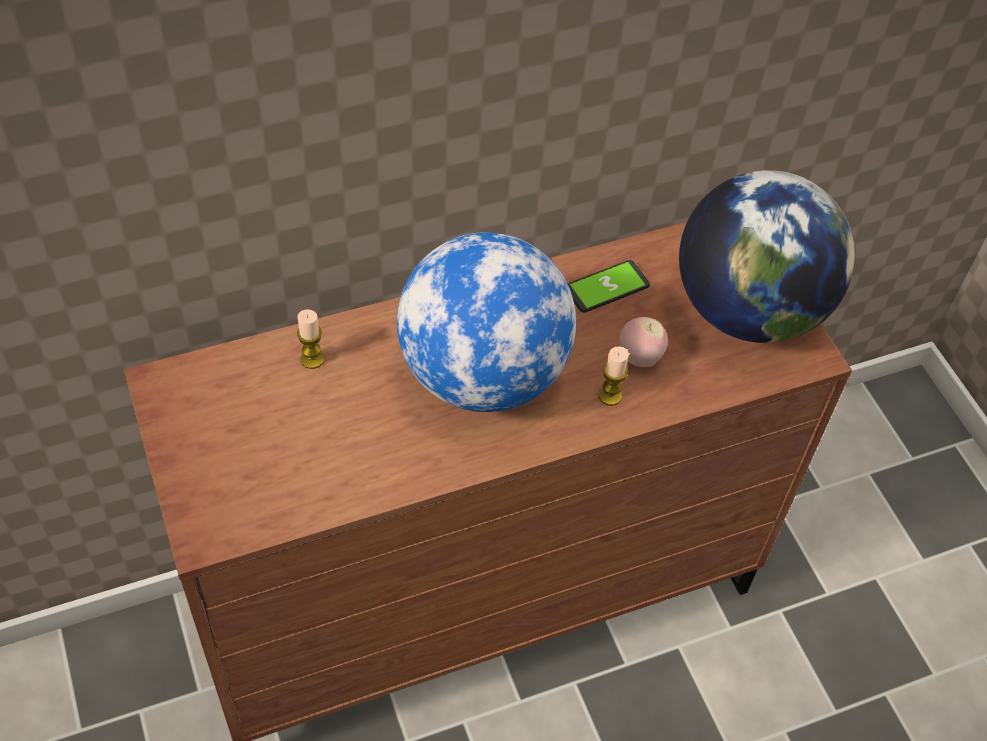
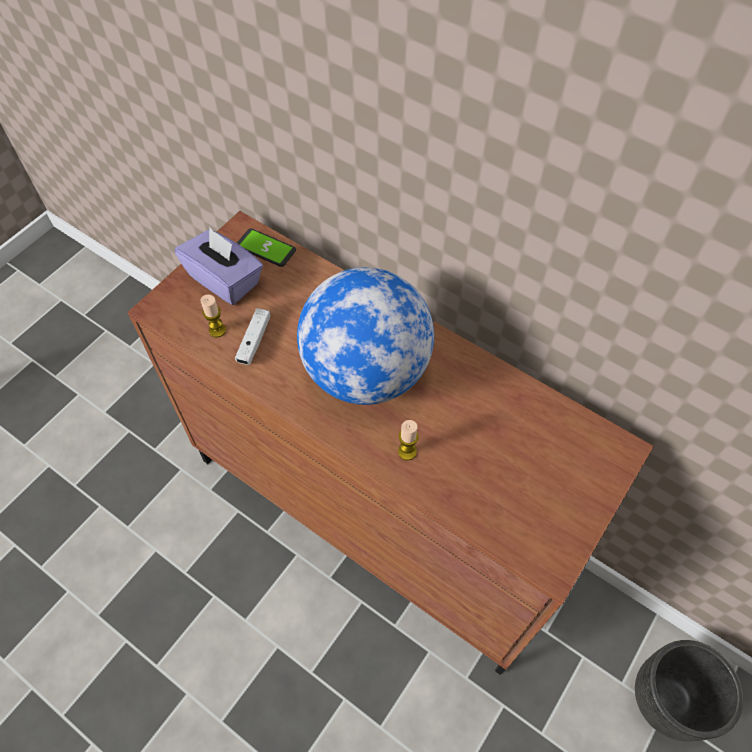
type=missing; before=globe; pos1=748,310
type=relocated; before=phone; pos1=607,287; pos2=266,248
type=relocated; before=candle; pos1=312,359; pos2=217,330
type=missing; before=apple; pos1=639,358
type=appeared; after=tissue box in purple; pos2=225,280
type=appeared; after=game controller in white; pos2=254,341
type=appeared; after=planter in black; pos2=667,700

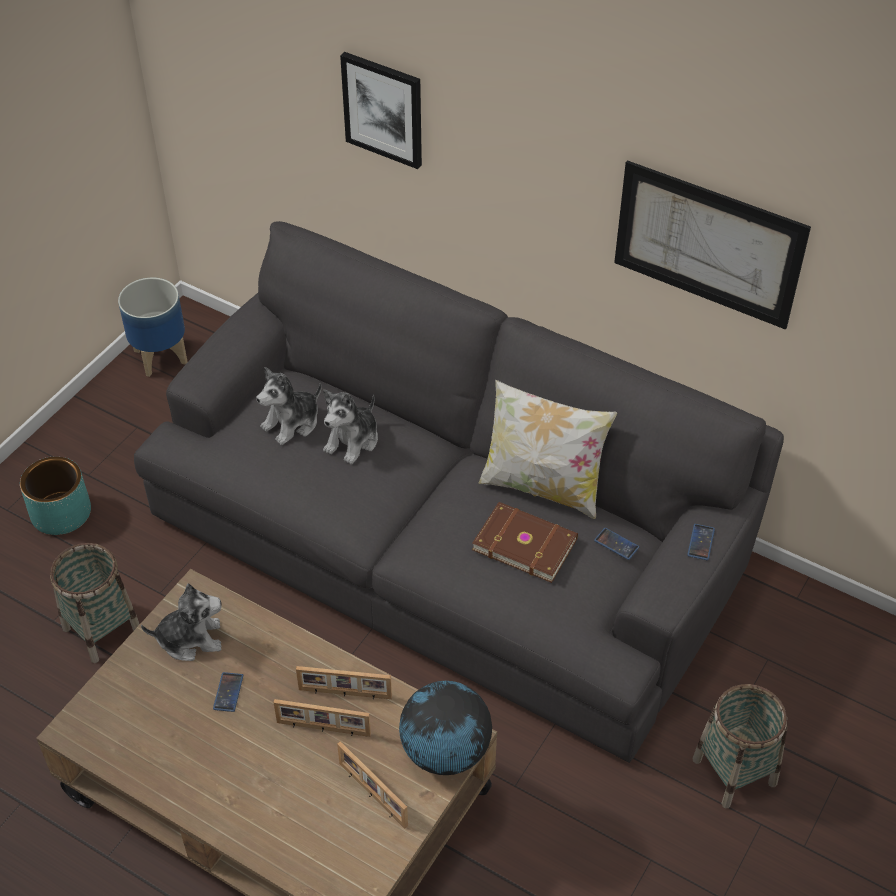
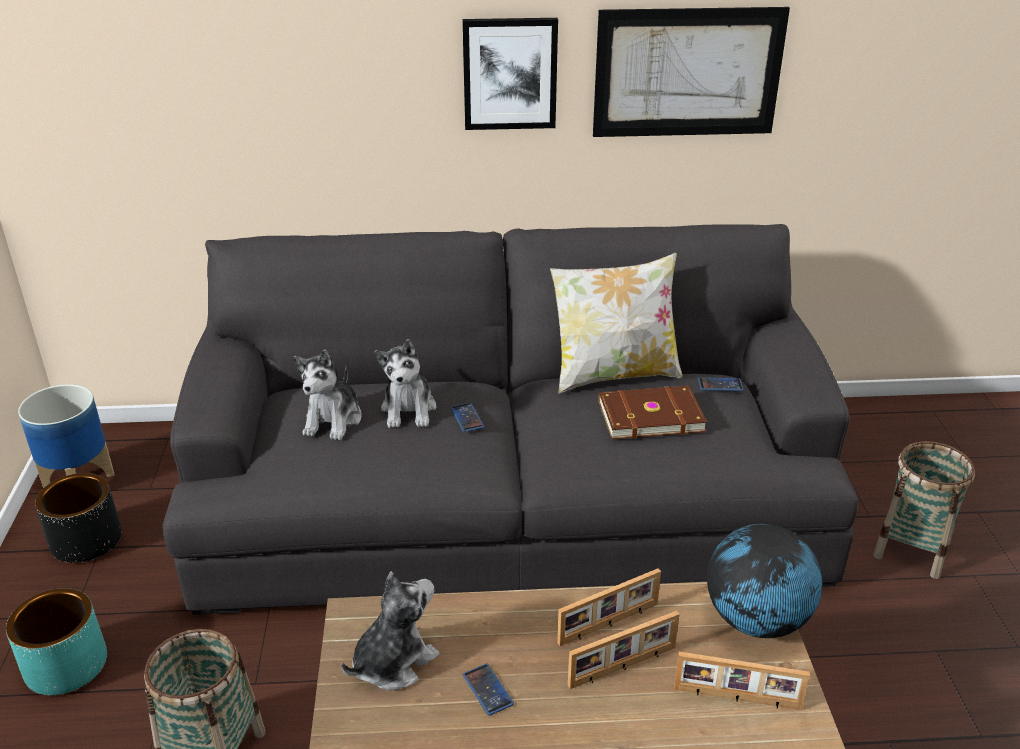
type=relocated; before=picture; pos1=383,109; pos2=510,73
type=relocated; before=phone; pos1=701,542; pos2=467,418
type=appeared; after=planter in black; pos2=87,541

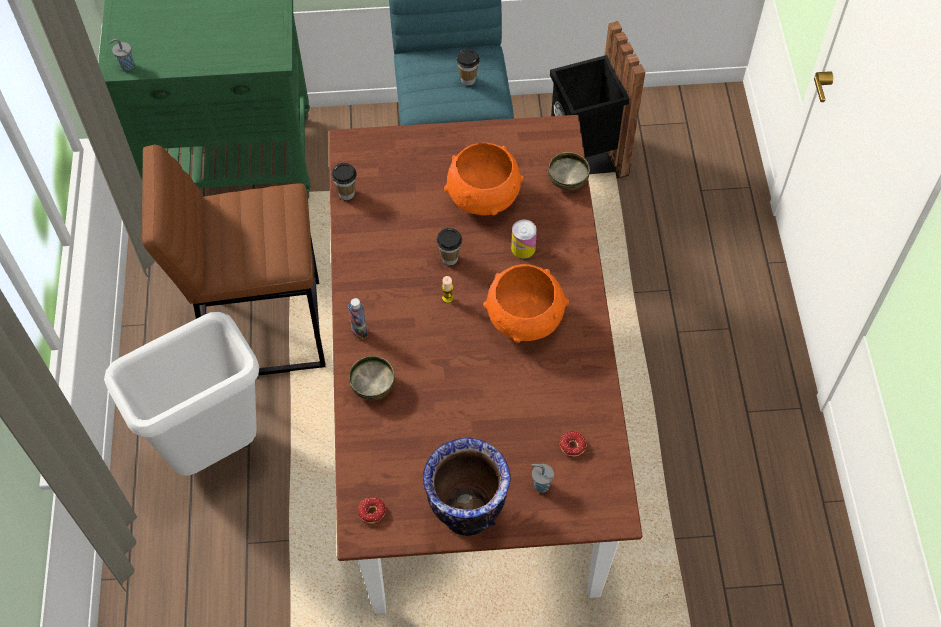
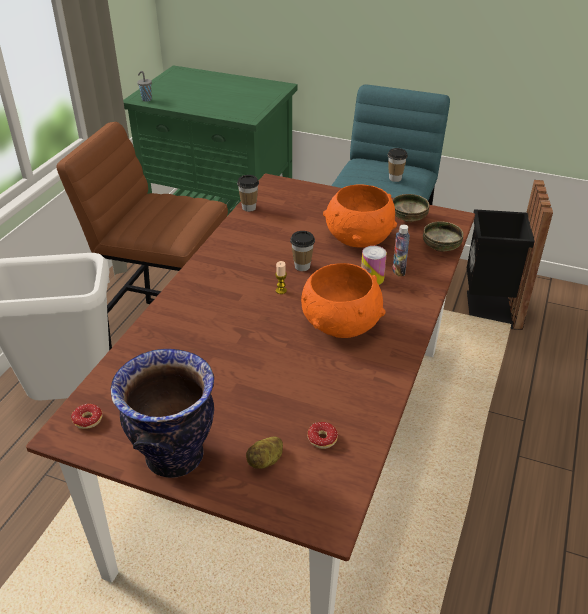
type=relocated; before=bottle; pos1=359,331; pos2=398,271
type=relocated; before=bowl; pos1=373,385; pos2=409,219
type=exchanged; before=cup in grey; after=potato; pos1=540,485; pos2=266,461

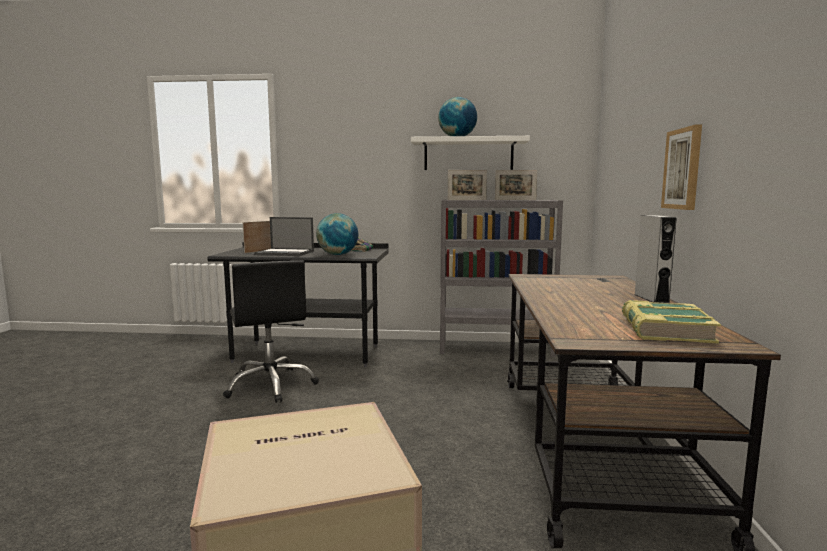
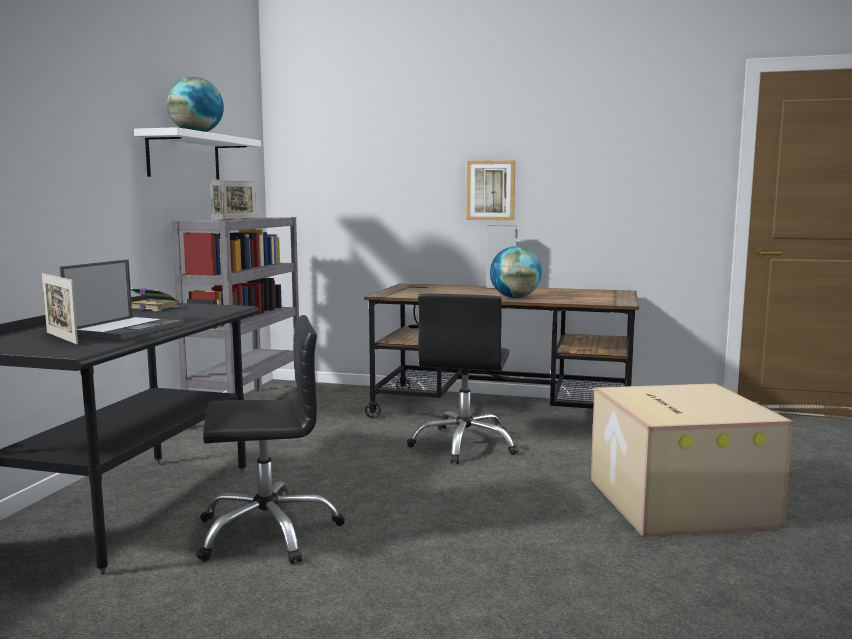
type=relocated; before=globe; pos1=338,254; pos2=515,297
type=missing; before=book; pos1=665,330
type=appeared; after=office chair in black; pos2=464,444

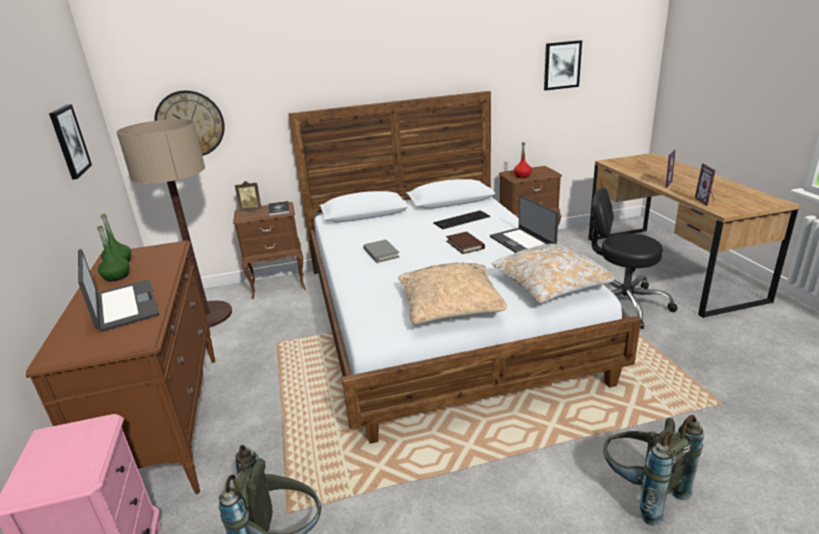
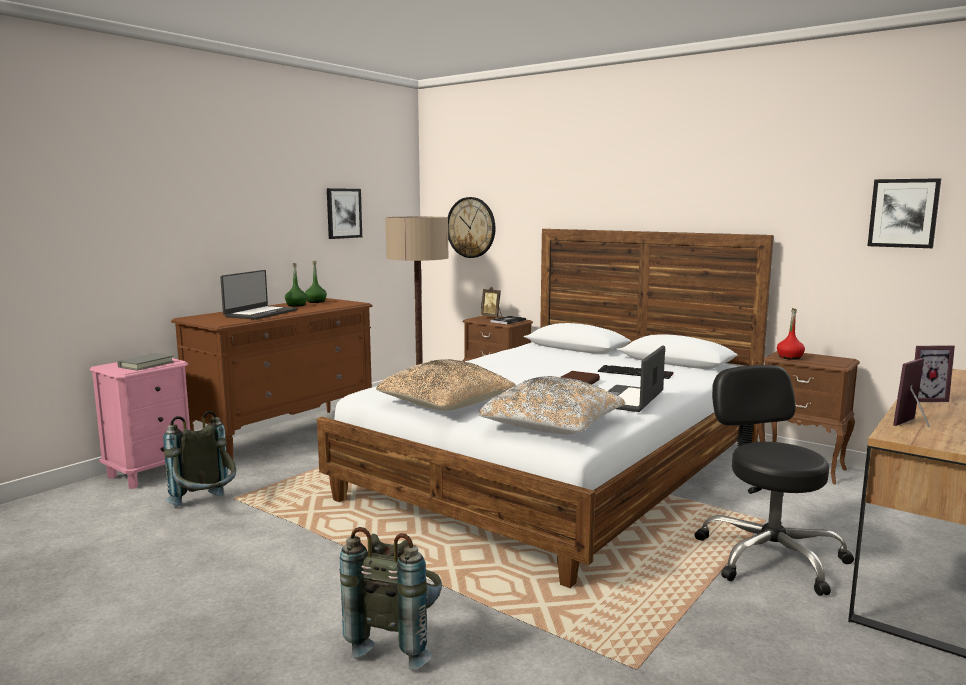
type=relocated; before=book in grey; pos1=381,253; pos2=146,364

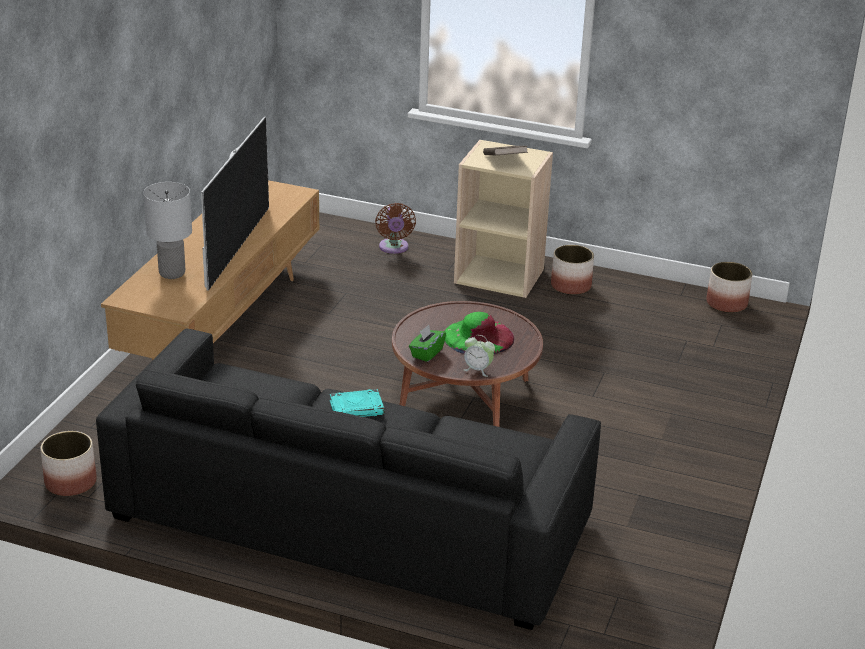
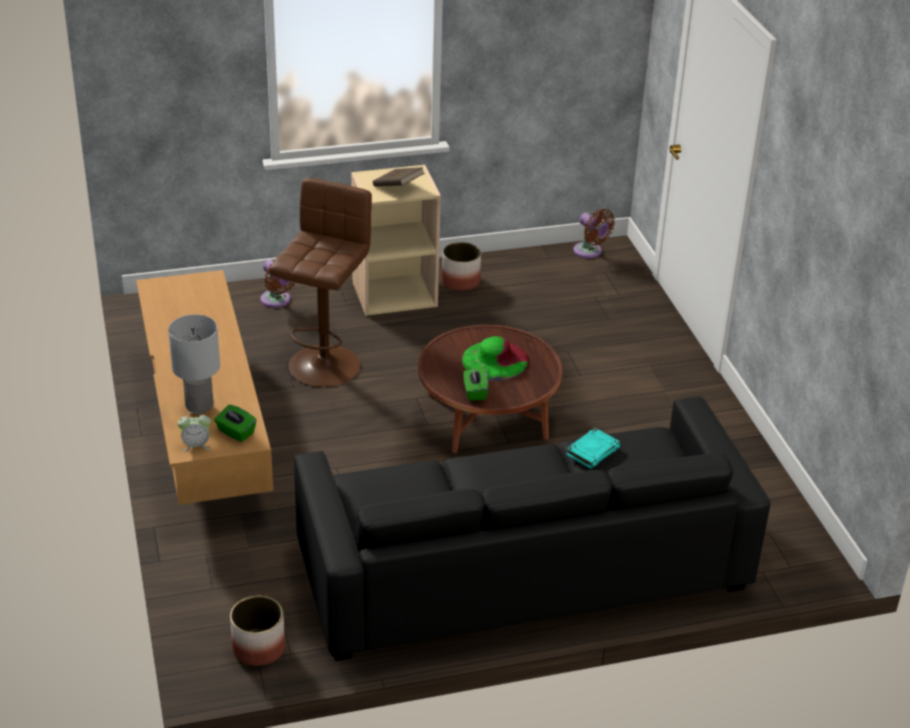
type=missing; before=television; pos1=238,247
type=exchanged; before=planter; after=fan in brown; pos1=727,303; pos2=590,252
type=relocated; before=alarm clock; pos1=478,369; pos2=196,445
type=relocated; before=book in turquoise; pos1=357,408; pos2=593,451
type=appeared; after=stool in brown; pos2=325,365
type=appeared; after=tissue box in green; pos2=235,432

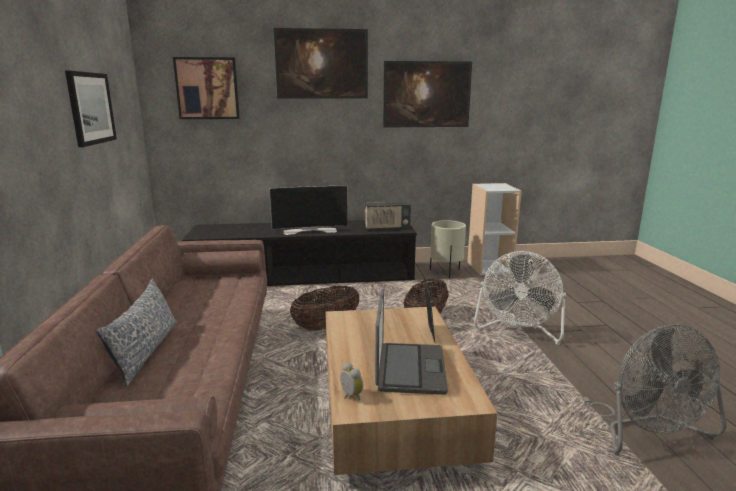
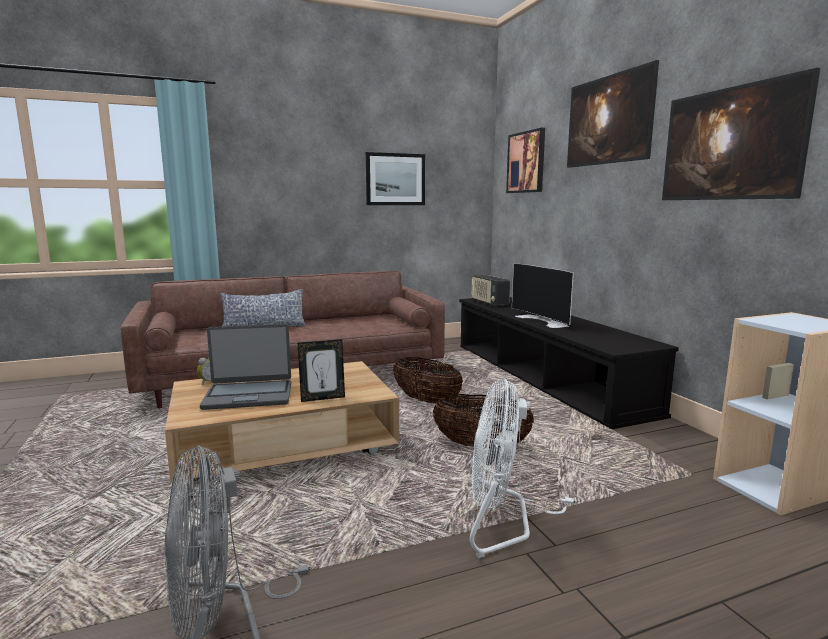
type=relocated; before=radio; pos1=387,228; pos2=489,303
type=missing; before=planter in beige; pos1=446,272

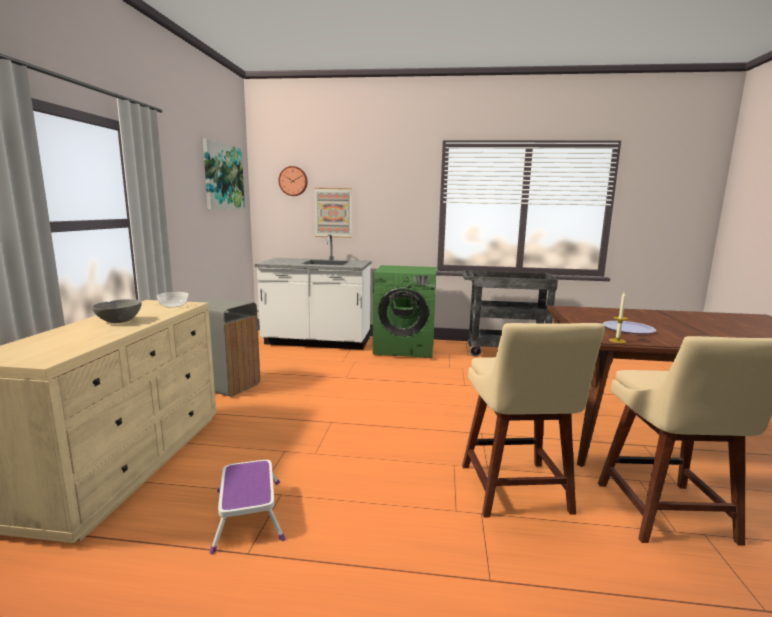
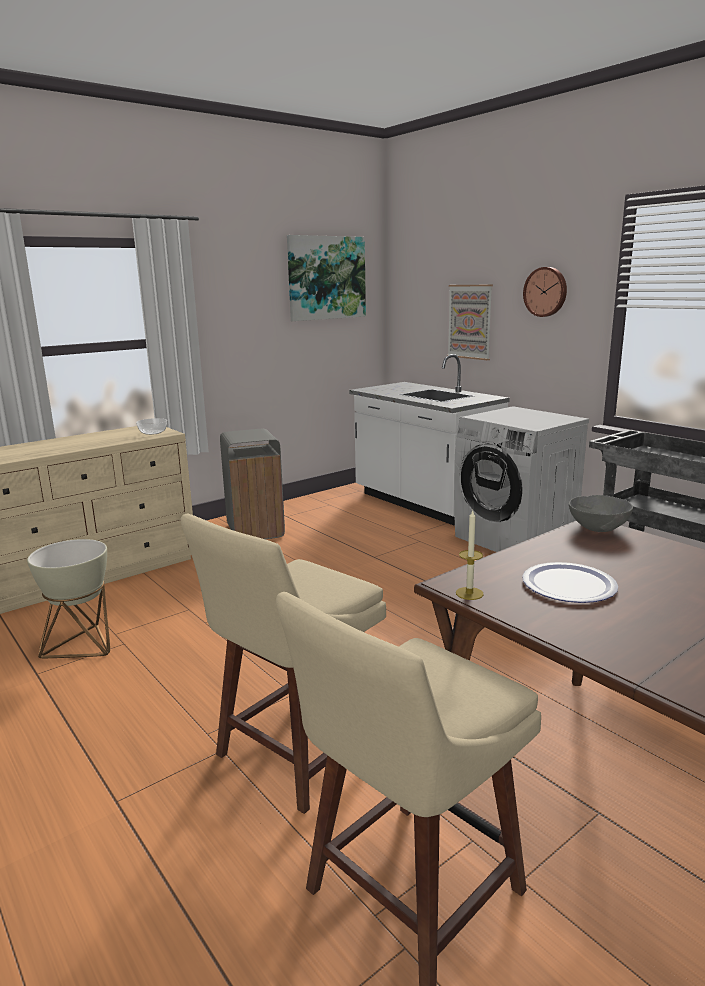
type=relocated; before=wall clock; pos1=293,181; pos2=546,292
type=colour; before=washing machine in green; after=washing machine in white; pos1=404,350; pos2=515,542
type=relocated; before=bowl in grey; pos1=119,321; pos2=597,527
type=exchanged; before=step ladder in purple; after=planter; pos1=248,514; pos2=82,647

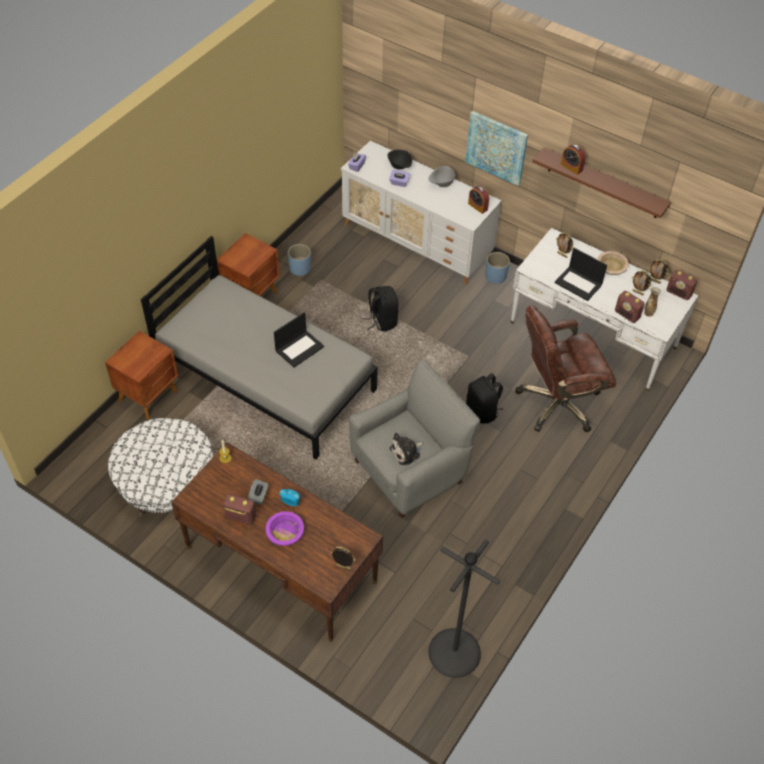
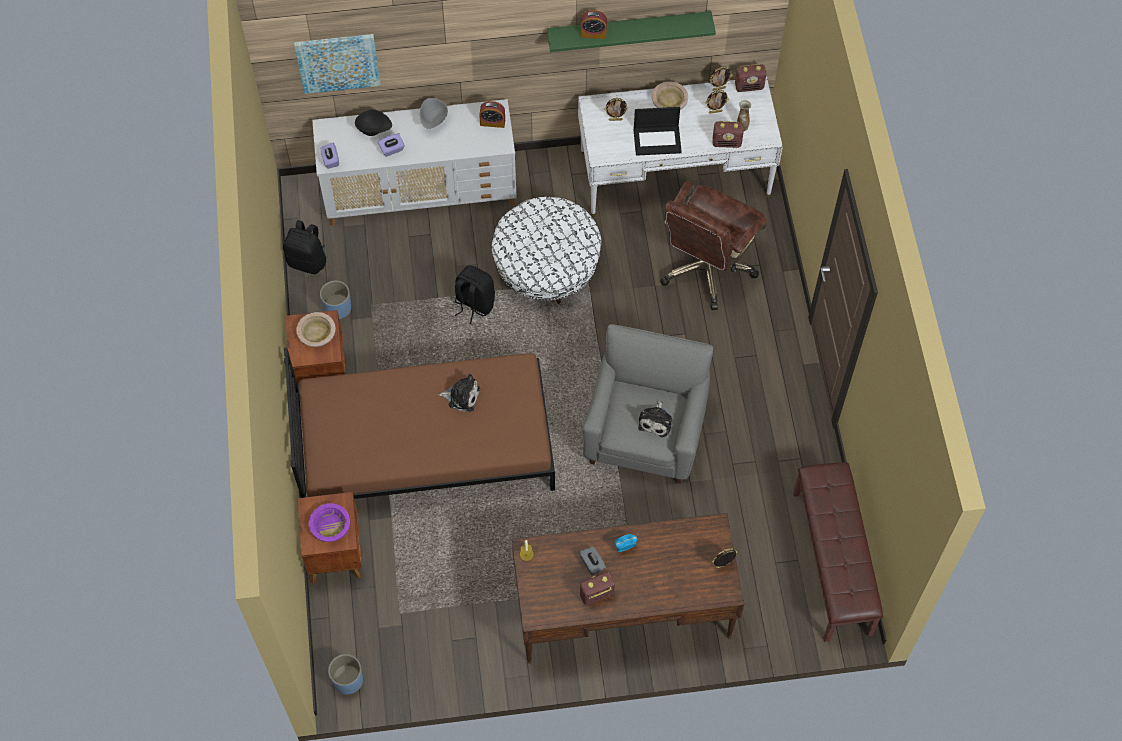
type=relocated; before=picture; pos1=496,147; pos2=338,62
type=colour; before=shelf in brown; after=shelf in green; pos1=603,183; pos2=628,29
type=colour; before=bed in grey; after=bed in brown; pos1=266,377; pos2=425,447
type=relocated; before=planter in blue; pos1=495,276; pos2=348,680
type=exchanged; before=laptop; after=plush toy; pos1=299,348; pos2=462,396
type=relocated; before=backpack in black; pos1=482,411; pos2=308,261
type=relocated; before=ottoman in white; pos1=166,482; pos2=546,266
type=relocated; before=bowl in purple; pos1=285,532; pos2=330,526
type=exchanged; before=clothes rack in black; after=bench in brown; pos1=454,652; pos2=832,563
type=appeared; after=bowl in beige; pos2=317,333

